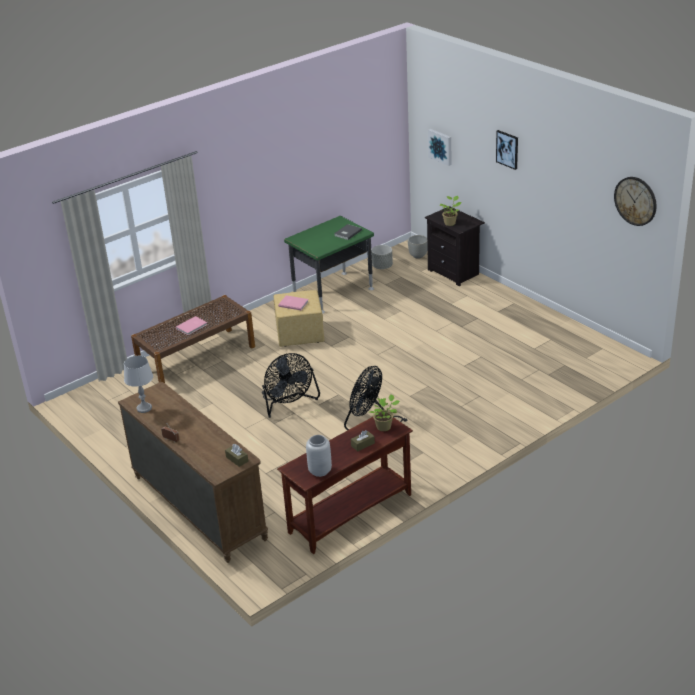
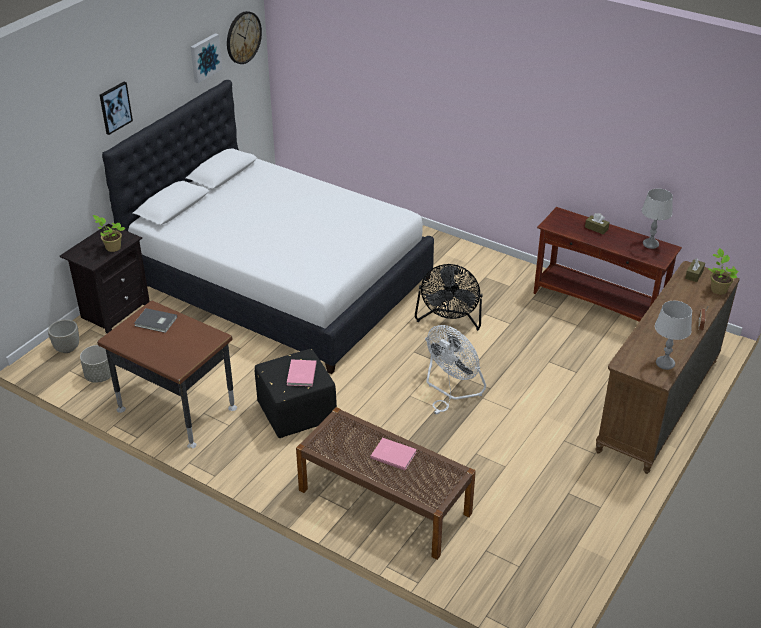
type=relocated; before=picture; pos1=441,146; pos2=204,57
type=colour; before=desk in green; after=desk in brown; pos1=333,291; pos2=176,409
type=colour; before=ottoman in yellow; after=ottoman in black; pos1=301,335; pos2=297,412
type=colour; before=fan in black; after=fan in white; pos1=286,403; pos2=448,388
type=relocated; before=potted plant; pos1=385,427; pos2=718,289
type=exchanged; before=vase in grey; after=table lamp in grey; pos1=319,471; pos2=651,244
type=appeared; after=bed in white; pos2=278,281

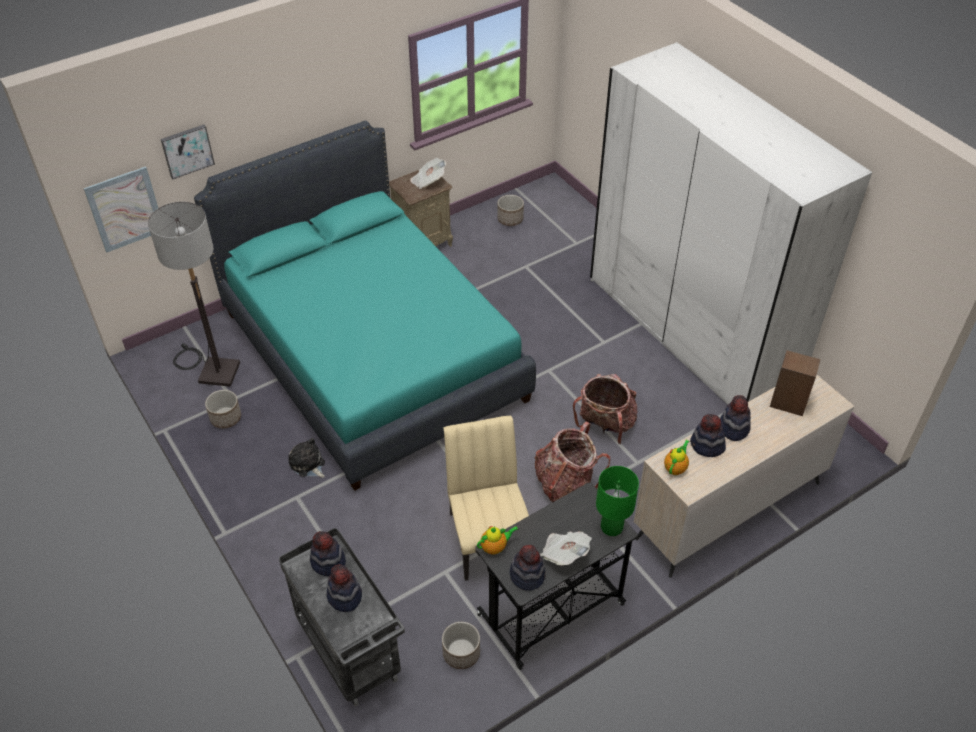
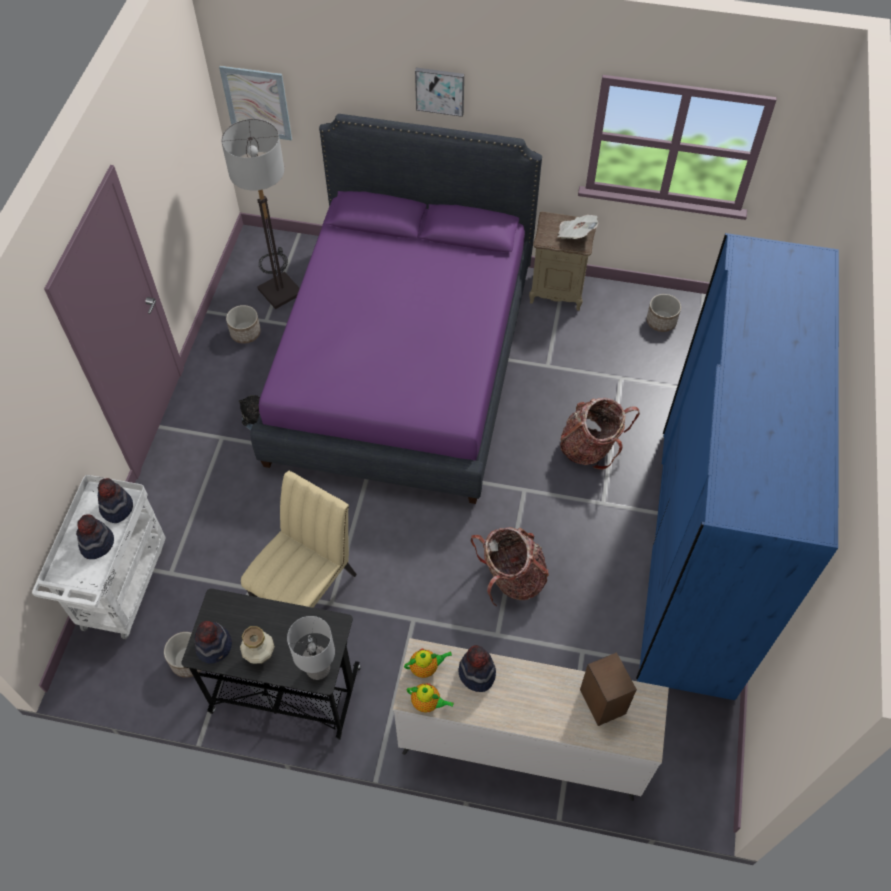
type=colour; before=wardrobe in white; after=wardrobe in blue; pos1=690,331; pos2=696,558
type=colour; before=bed in turquoise; after=bed in purple; pos1=373,355; pos2=403,363
type=relocated; before=picture; pos1=187,150; pos2=440,90
type=missing; before=hat; pos1=733,428
type=relocated; before=backpack; pos1=565,483; pos2=591,447
type=colour; before=table lamp in green; after=table lamp in grey; pos1=611,529; pos2=318,670
type=relocated; before=teapot; pos1=495,547; pos2=427,703
type=colour; before=cart in black; after=cart in white; pos1=352,656; pos2=123,592
type=exchanged; before=newspaper; after=vase; pos1=564,553; pos2=260,655

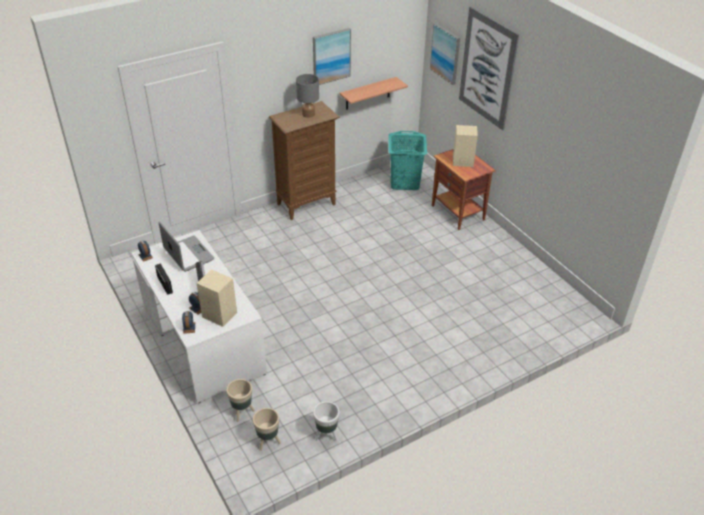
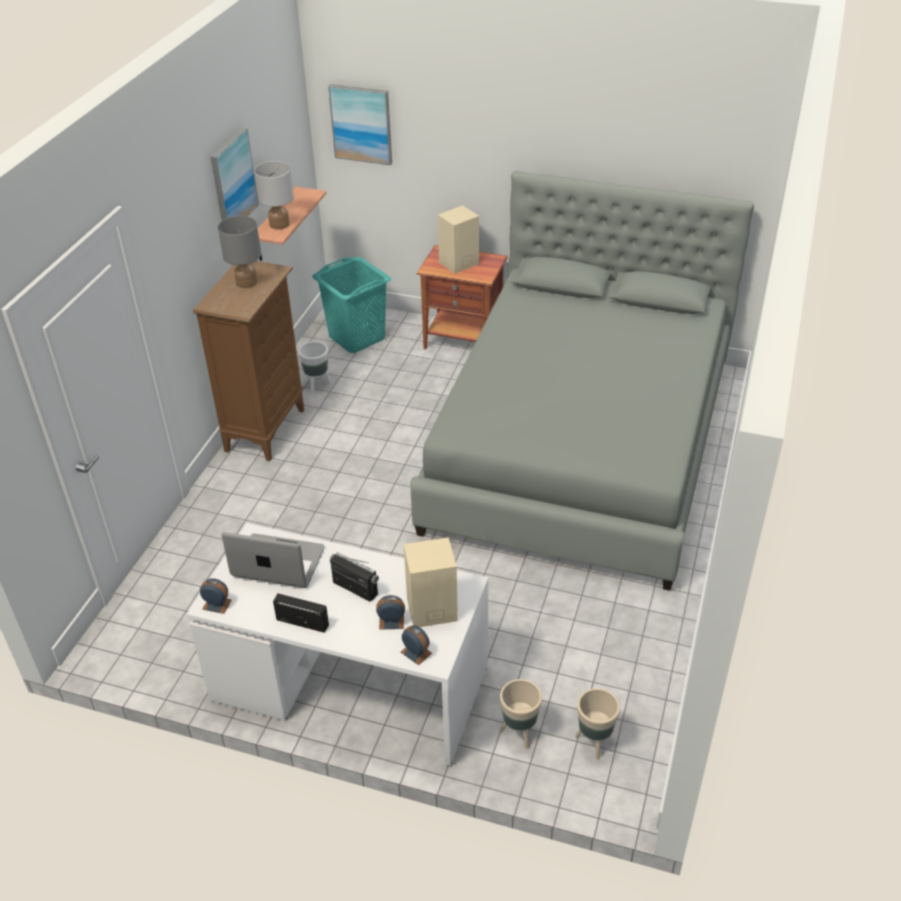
type=missing; before=picture; pos1=487,69
type=relocated; before=planter in white; pos1=326,435; pos2=317,385
type=appeared; after=table lamp in grey; pos2=279,224
type=appeared; after=bed in grey; pos2=581,445

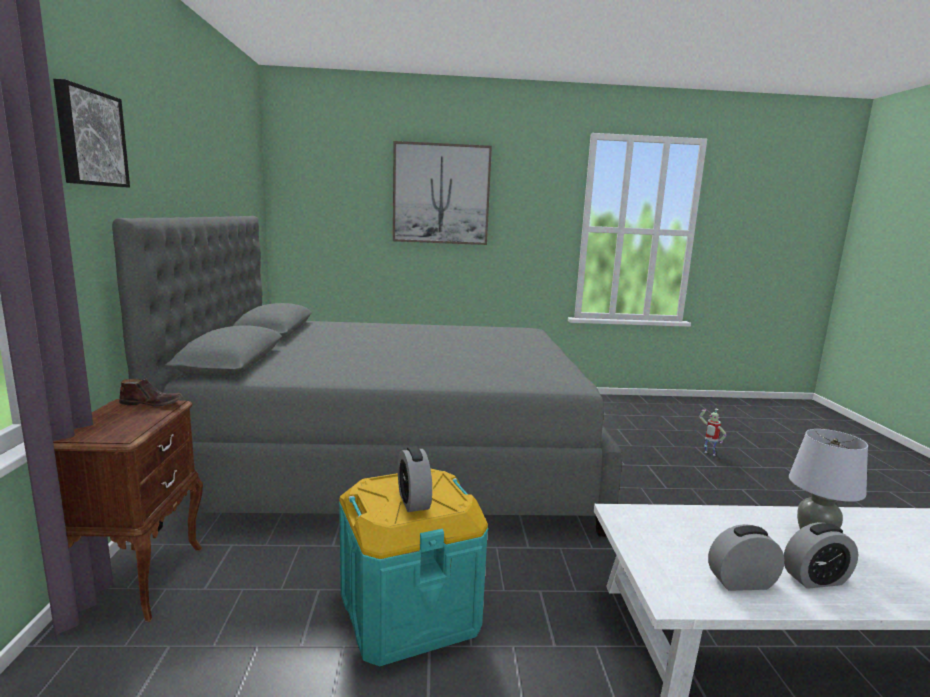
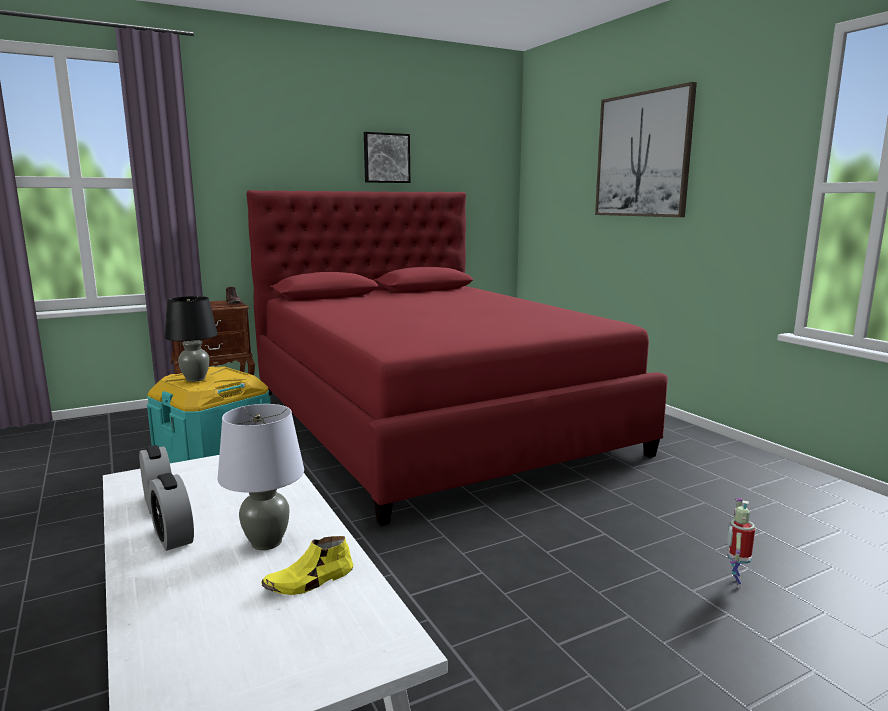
type=relocated; before=picture; pos1=89,138; pos2=386,158
type=colour; before=bed in grey; after=bed in red; pos1=395,459; pos2=433,420
type=exchanged; before=alarm clock; after=table lamp in black; pos1=413,501; pos2=196,379
type=appeared; after=shoe in yellow; pos2=309,581

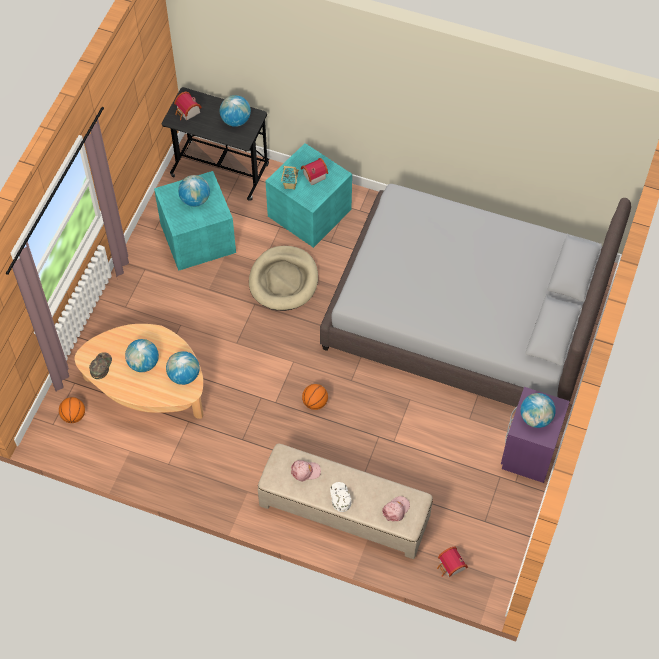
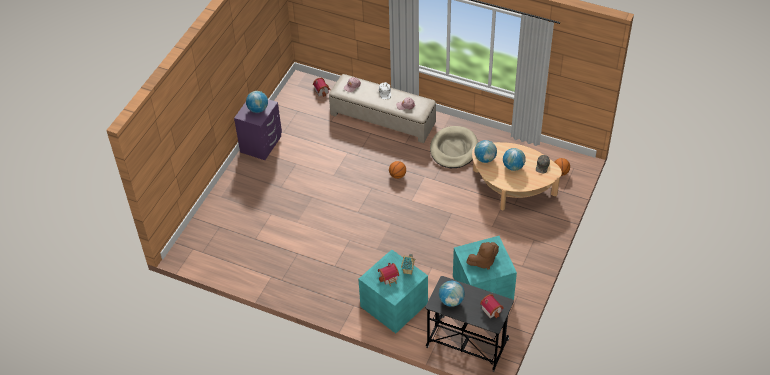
type=exchanged; before=globe; after=plush toy in brown; pos1=195,200; pos2=483,262
type=missing; before=bed in grey; pos1=466,318
type=relocated; before=dog bed in beige; pos1=283,280; pos2=454,149

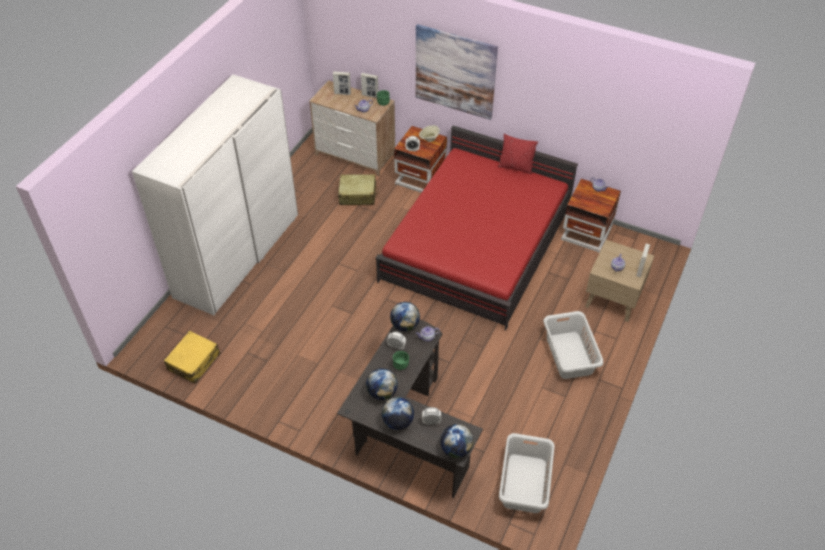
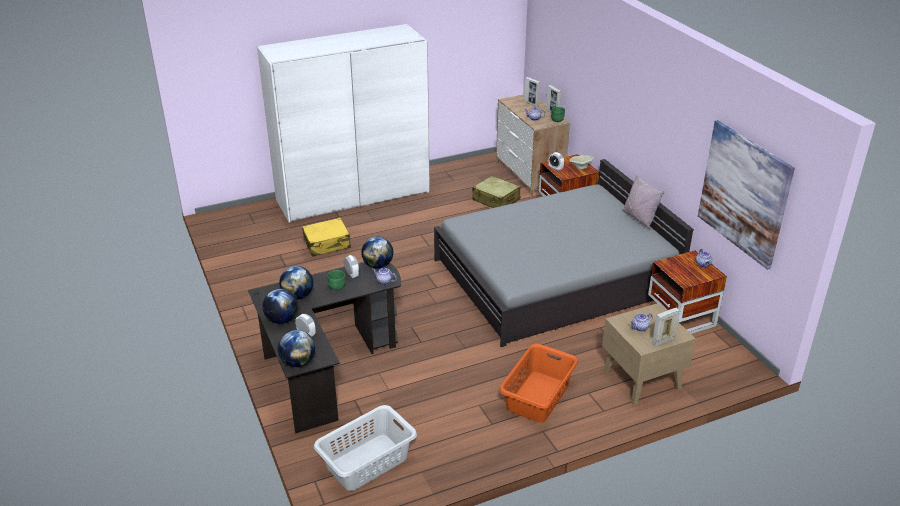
type=relocated; before=picture; pos1=455,72; pos2=744,193
type=colour; before=bed in red; after=bed in grey; pos1=476,245; pos2=555,277
type=colour; before=pillow in red; after=pillow in purple; pos1=515,167; pos2=639,218
type=colour; before=laundry basket in grey; after=laundry basket in orange; pos1=569,355; pos2=537,397
type=relocated; before=suitcase in yellow; pos1=194,362; pos2=327,244

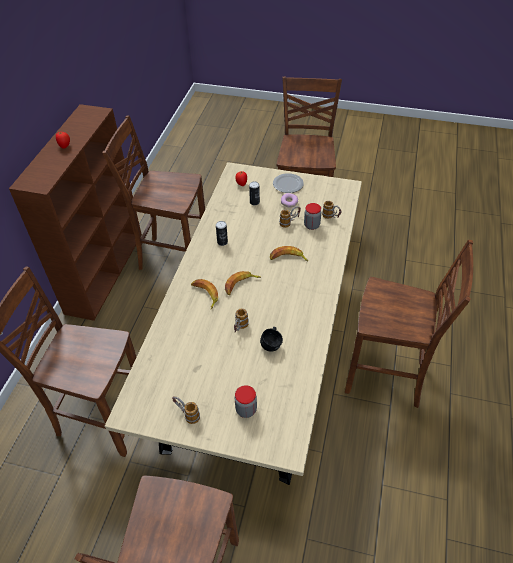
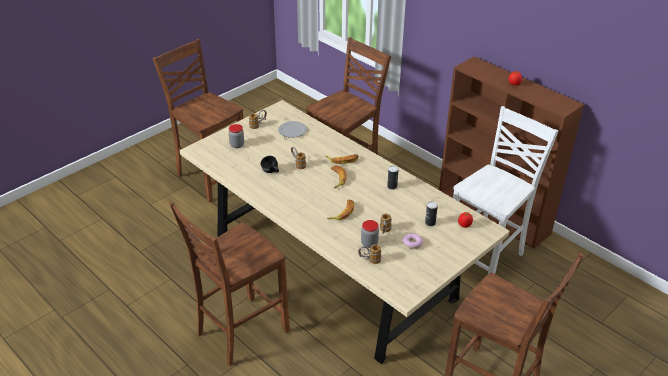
type=colour; before=chair in brown; after=chair in white; pos1=172,257; pos2=486,258
type=relocated; before=plate; pos1=288,184; pos2=292,130

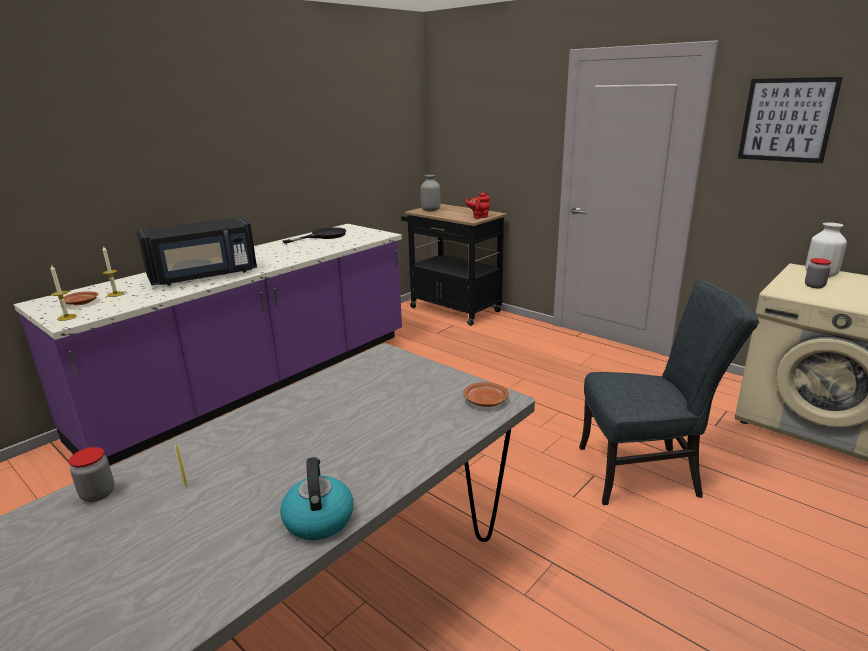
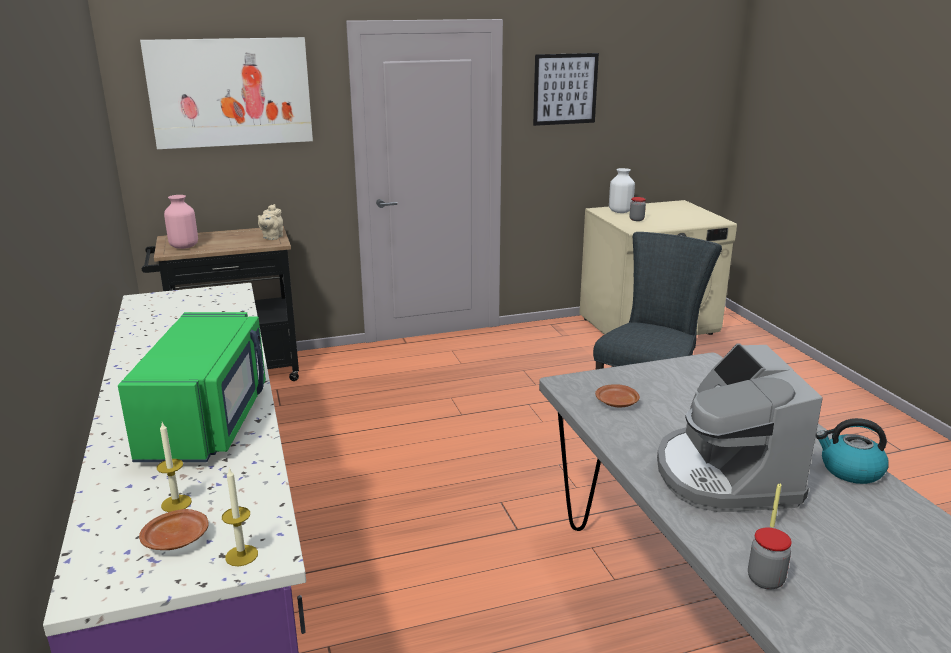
type=colour; before=vase in grey; after=vase in pink; pos1=431,210; pos2=184,246
type=colour; before=teapot in red; after=teapot in beige; pos1=479,217; pos2=272,237
type=colour; before=microwave in black; after=microwave in green; pos1=204,276; pos2=208,422
type=missing; before=frying pan in black; pos1=323,236
type=relocated; before=plate in brown; pos1=485,401; pos2=616,403
type=appeared; after=picture; pos2=230,92
type=appeared; after=coffee machine; pos2=724,475

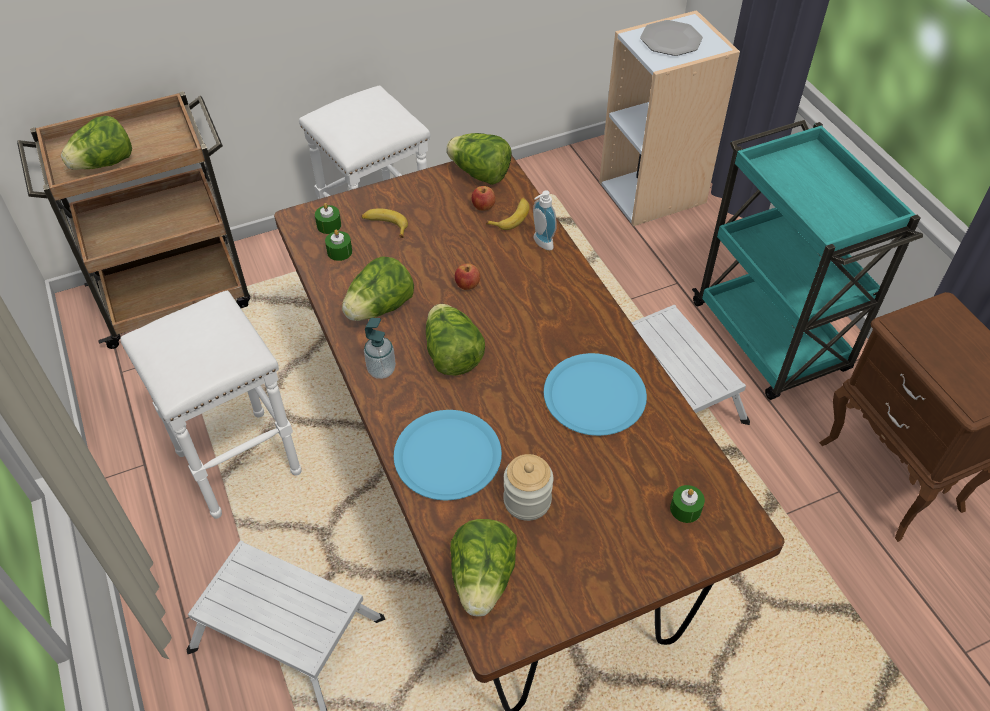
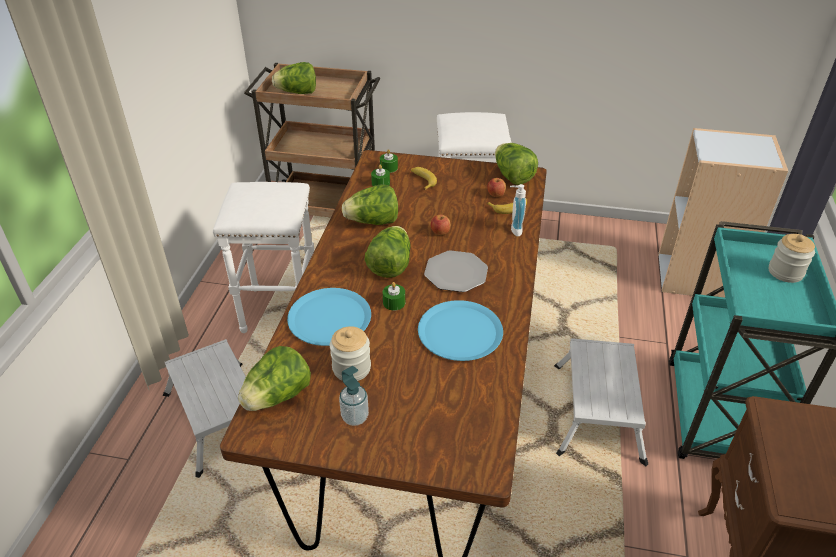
type=relocated; before=plate; pos1=671,40; pos2=456,273
type=relocated; before=soap dispenser; pos1=381,370; pos2=355,417
type=relocated; before=candle in green; pos1=685,509; pos2=394,302
type=appeared; after=jar; pos2=785,272

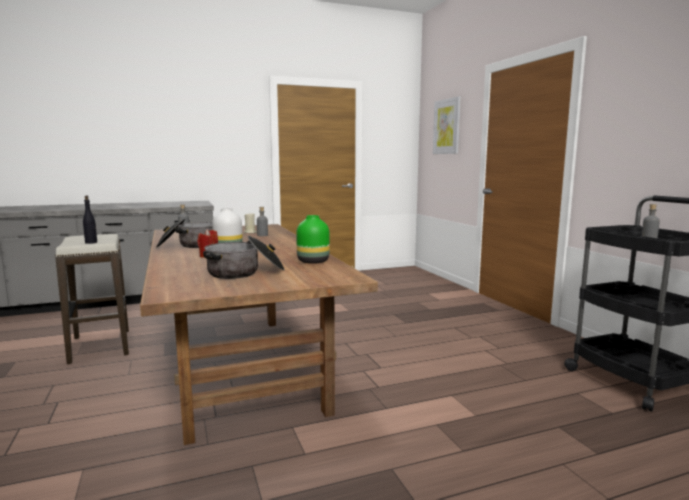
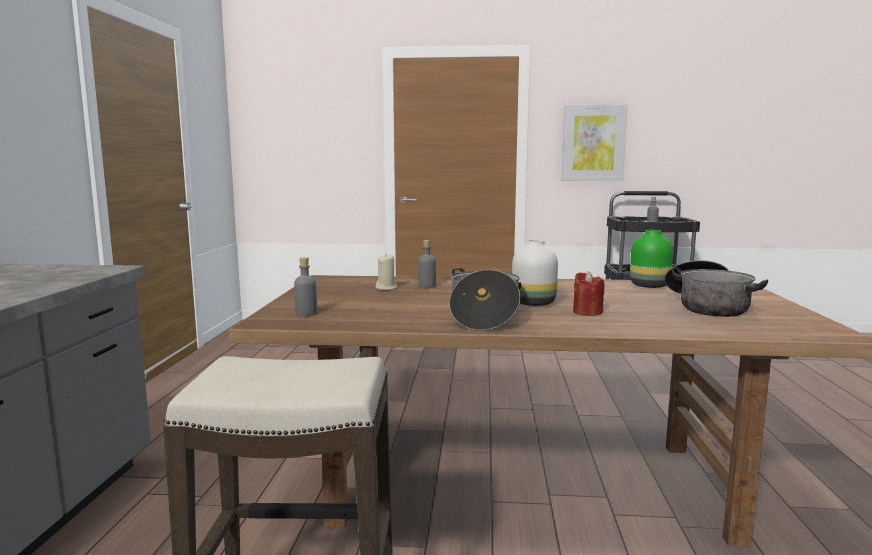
type=relocated; before=picture; pos1=447,126; pos2=593,143
type=missing; before=bottle in black; pos1=91,242

